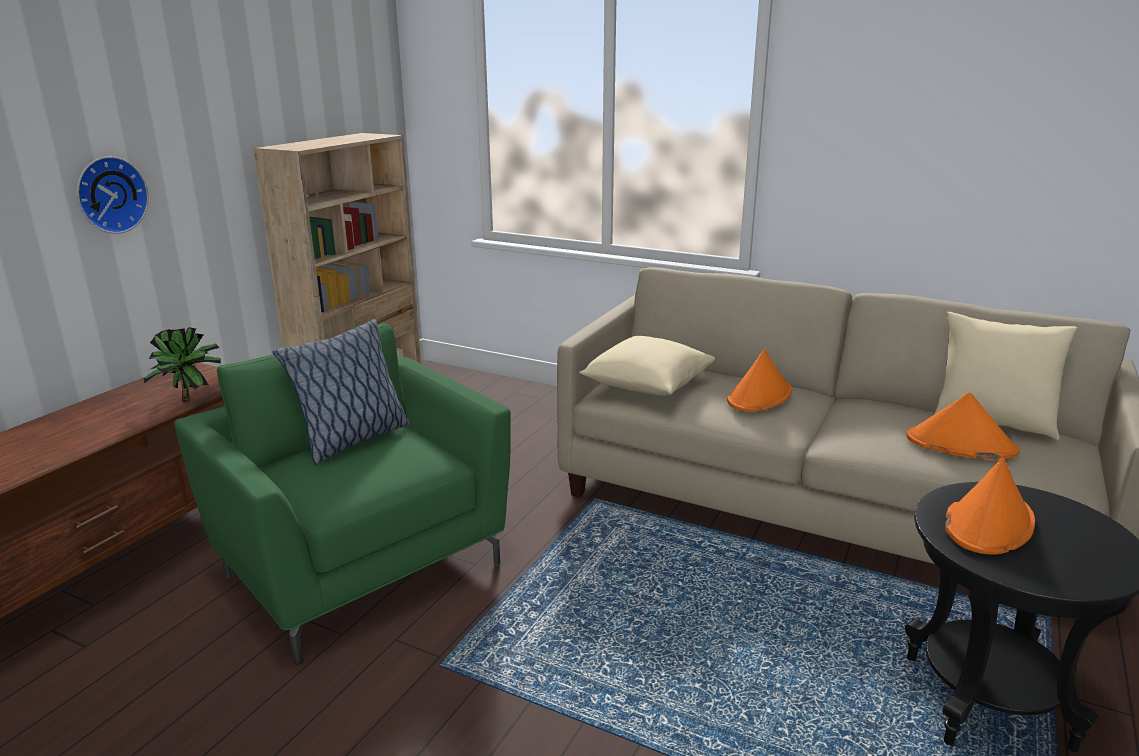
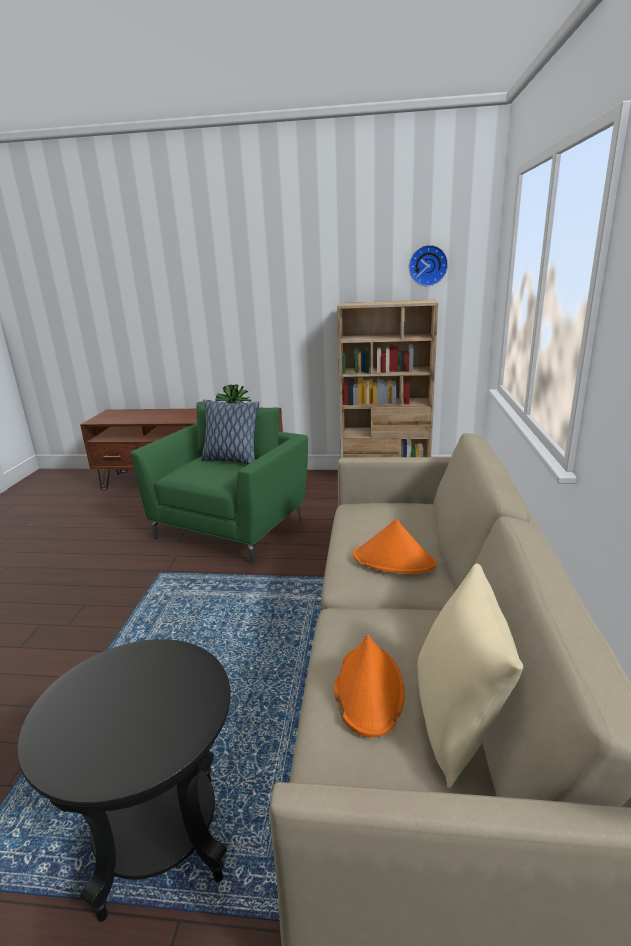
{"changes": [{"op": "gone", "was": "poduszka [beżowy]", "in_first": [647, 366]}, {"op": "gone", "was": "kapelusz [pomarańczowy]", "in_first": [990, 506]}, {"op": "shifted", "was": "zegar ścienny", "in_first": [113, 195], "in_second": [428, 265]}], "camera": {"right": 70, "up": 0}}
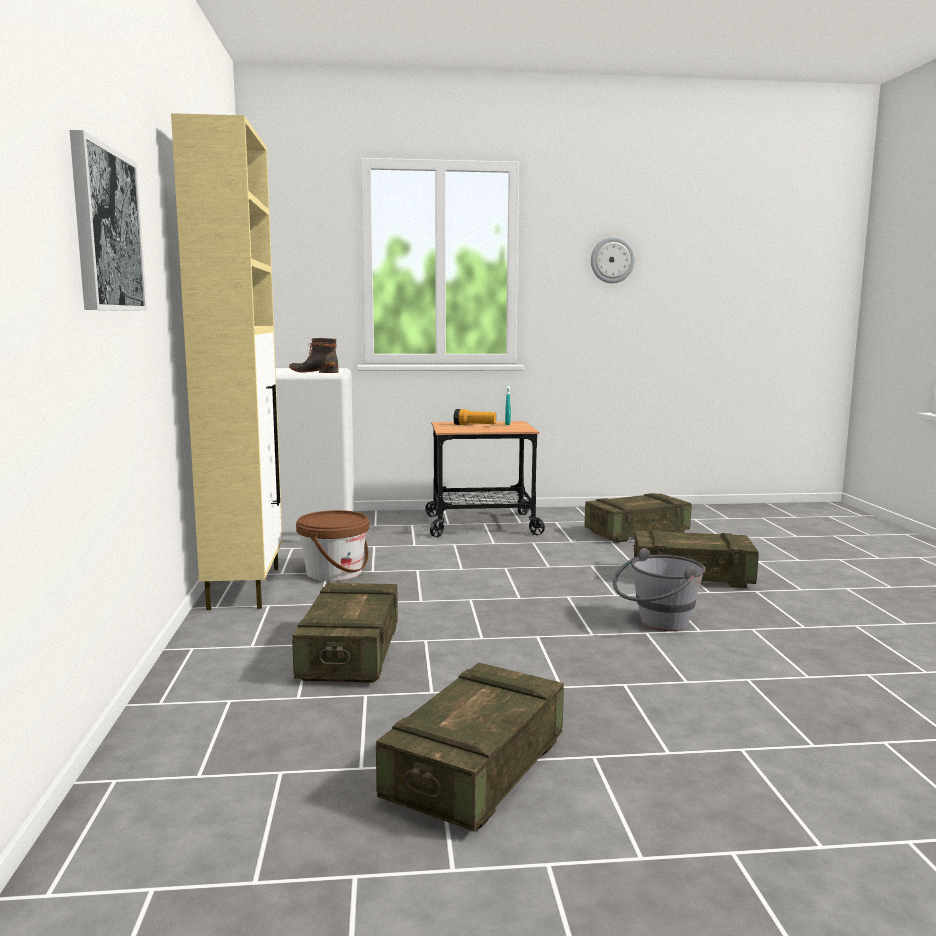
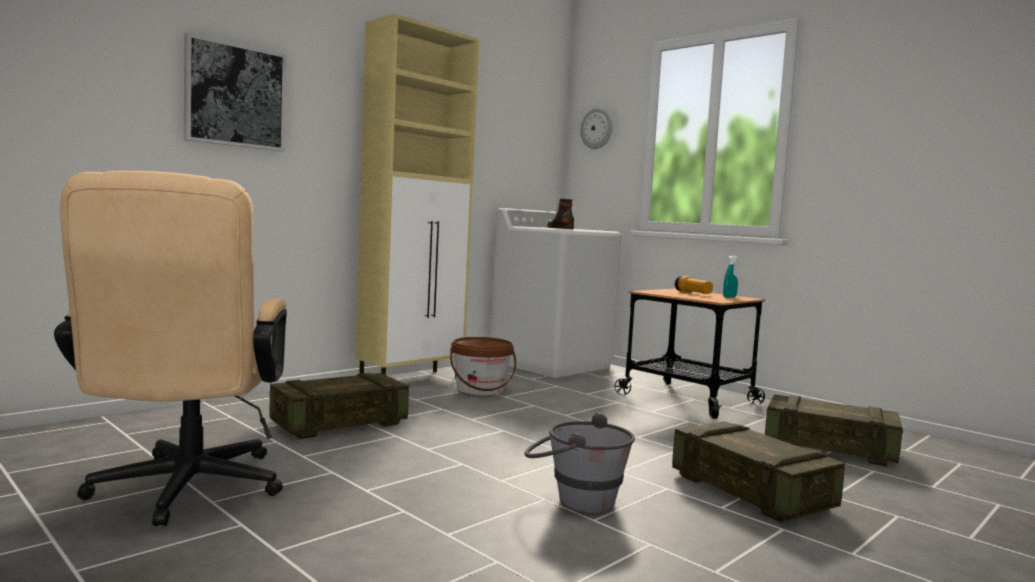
{"changes": [{"op": "shifted", "was": "zegar ścienny", "in_first": [613, 260], "in_second": [596, 128]}, {"op": "swapped", "was": "skrzynka", "now": "krzesło biurowe [beżowy]", "in_first": [470, 746], "in_second": [170, 348]}], "camera": {"right": 50, "up": -5}}
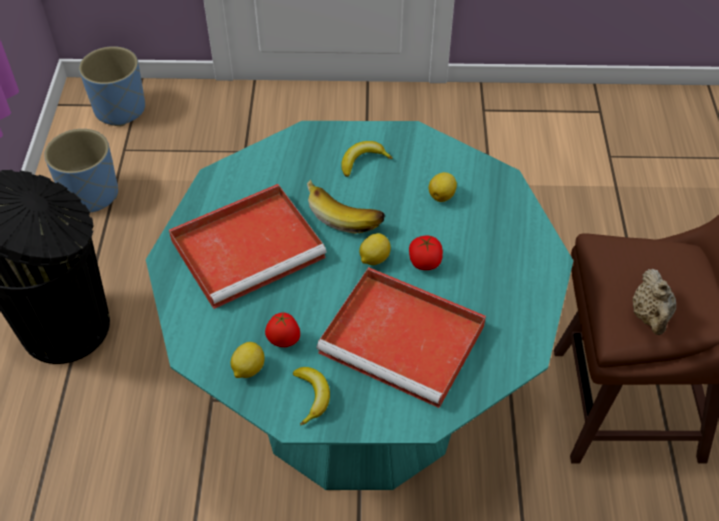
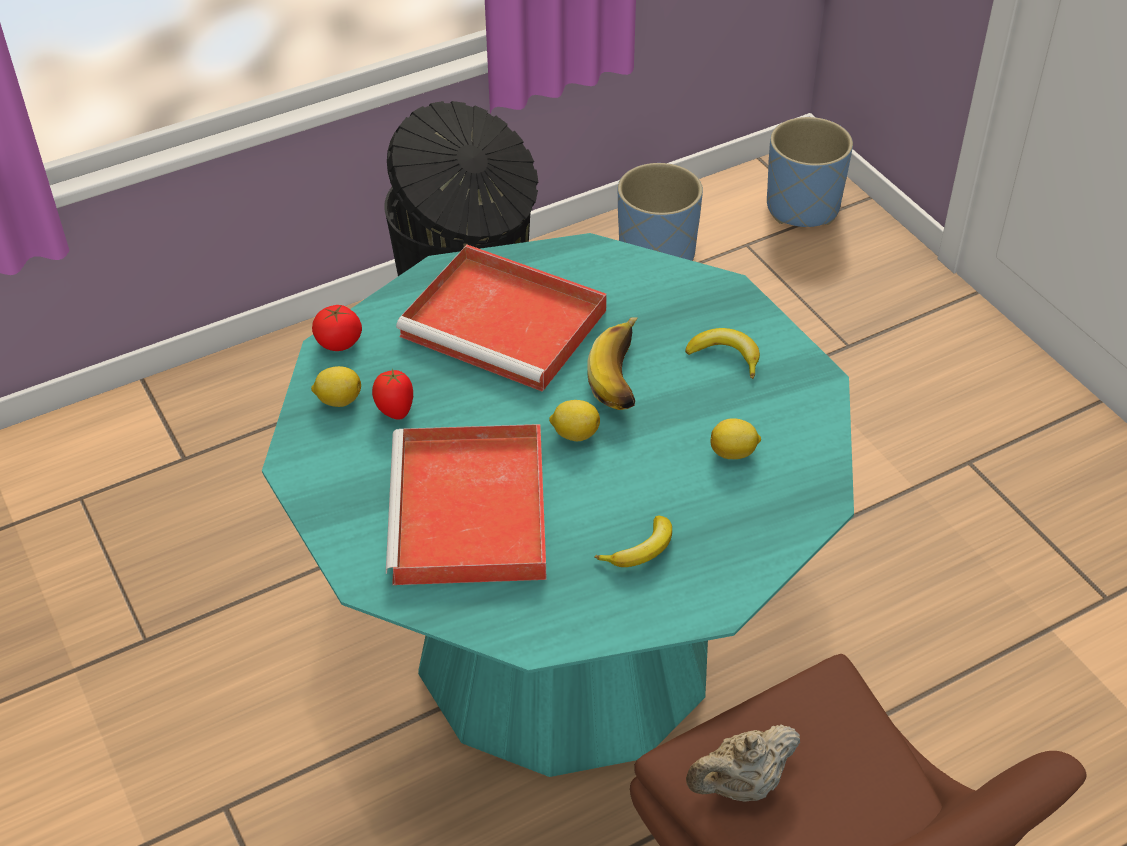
{"changes": [{"op": "shifted", "was": "banan", "in_first": [311, 396], "in_second": [633, 541]}, {"op": "shifted", "was": "pomidor", "in_first": [426, 253], "in_second": [337, 328]}], "camera": {"right": 60, "up": -5}}
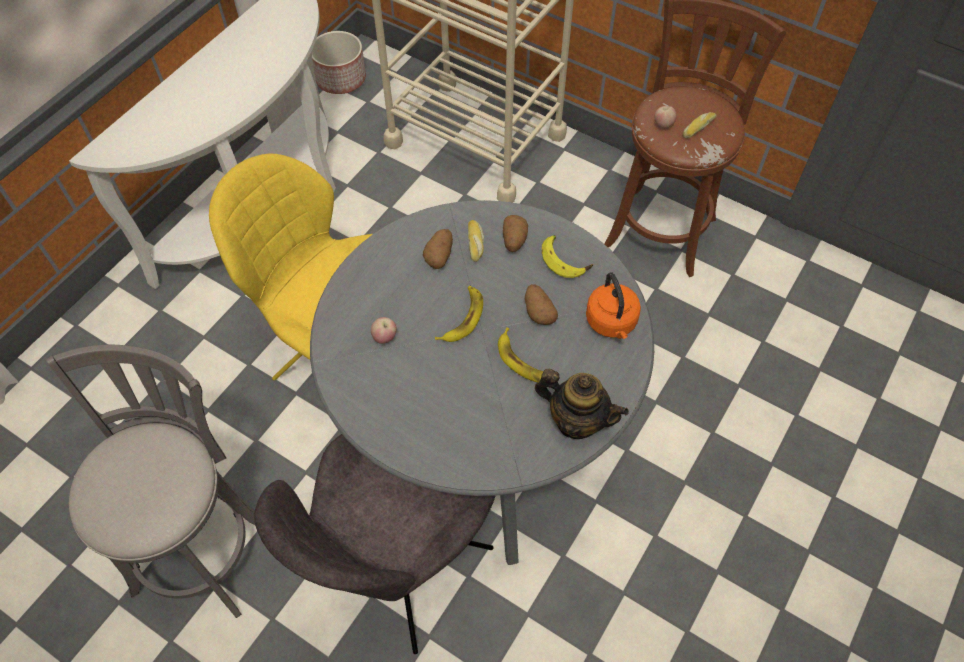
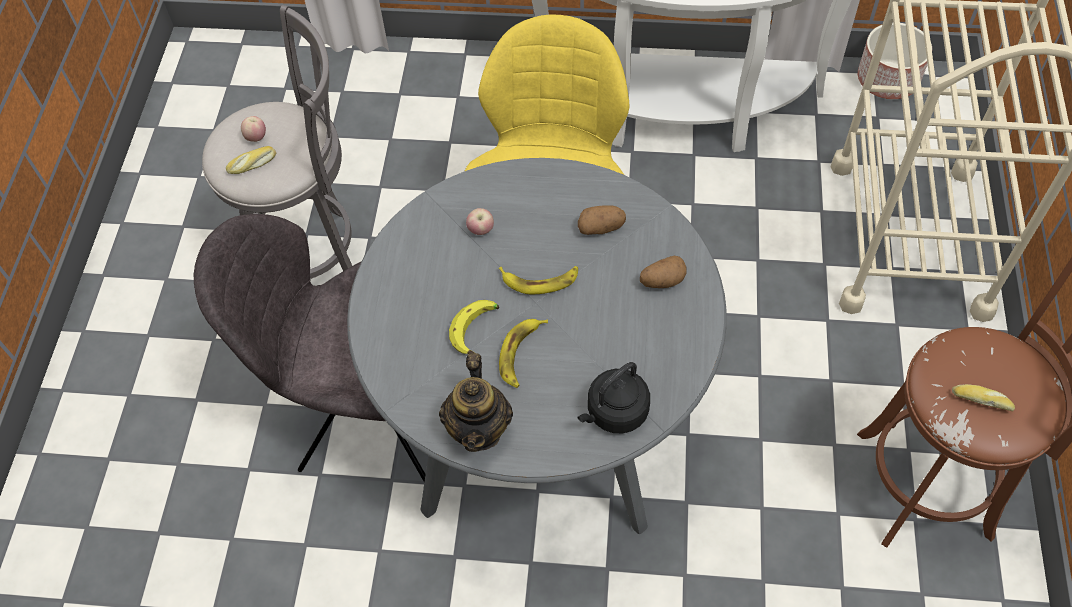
{"changes": [{"op": "gone", "was": "ziemniak", "in_first": [541, 304]}, {"op": "shifted", "was": "chleb", "in_first": [476, 241], "in_second": [251, 160]}, {"op": "shifted", "was": "banan", "in_first": [567, 256], "in_second": [474, 327]}, {"op": "shifted", "was": "jabłko", "in_first": [665, 117], "in_second": [253, 129]}, {"op": "repainted", "was": "czajnik [pomarańczowy]", "now": "czajnik [czarny]", "in_first": [613, 305], "in_second": [613, 397]}], "camera": {"right": 65, "up": 0}}
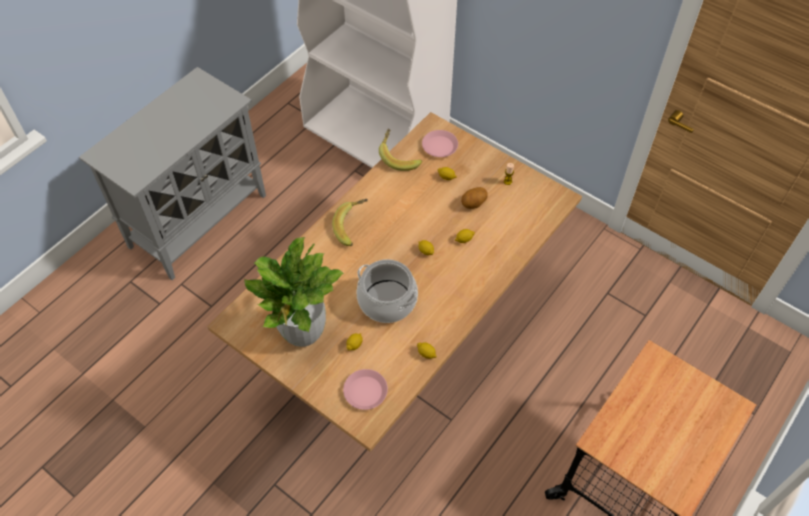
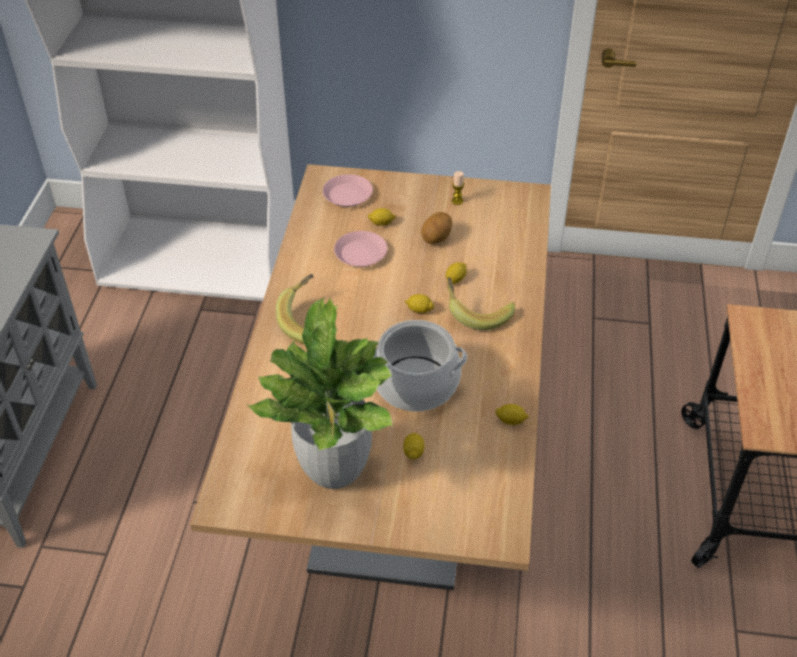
{"changes": [{"op": "shifted", "was": "talerz [różowy]", "in_first": [365, 389], "in_second": [361, 249]}, {"op": "shifted", "was": "banan", "in_first": [400, 150], "in_second": [481, 303]}], "camera": {"right": -30, "up": -10}}
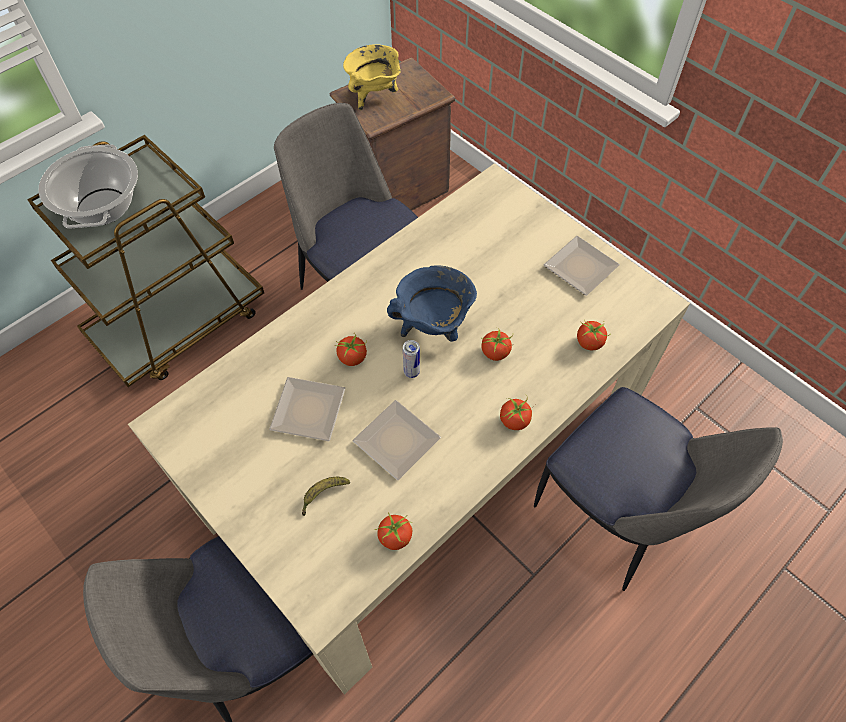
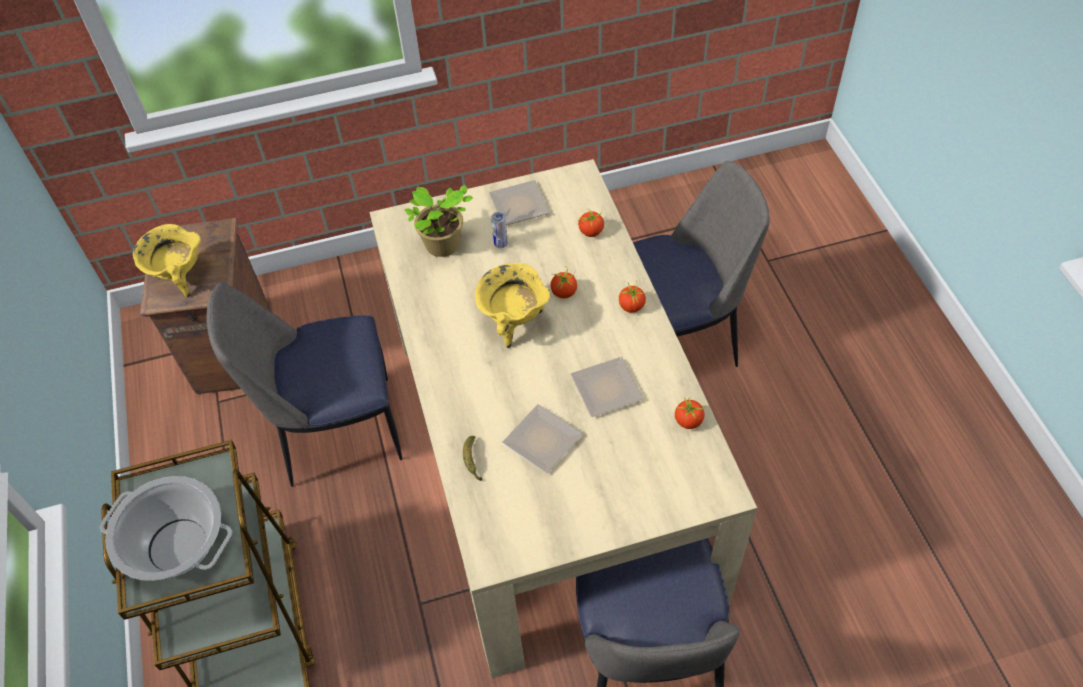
{"changes": [{"op": "gone", "was": "pomidor", "in_first": [351, 349]}, {"op": "new", "now": "roślina doniczkowa", "in_second": [438, 221]}, {"op": "shifted", "was": "banan", "in_first": [326, 496], "in_second": [472, 458]}, {"op": "shifted", "was": "puszka", "in_first": [411, 359], "in_second": [499, 230]}, {"op": "repainted", "was": "garnek [niebieski]", "now": "garnek [żółty]", "in_first": [432, 303], "in_second": [512, 305]}], "camera": {"right": -60, "up": -5}}
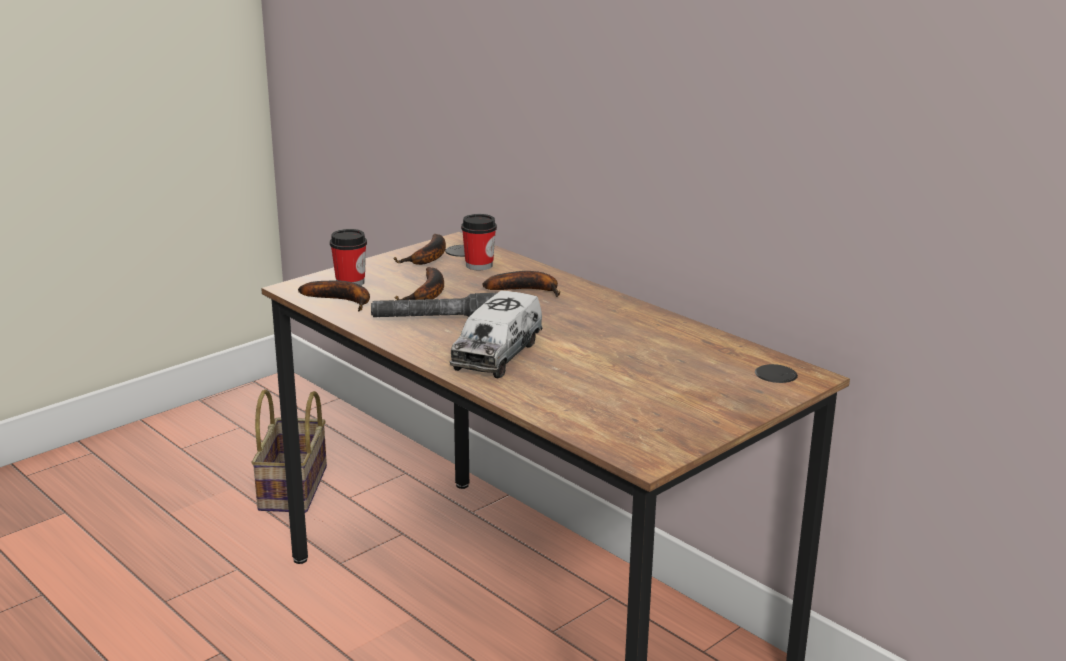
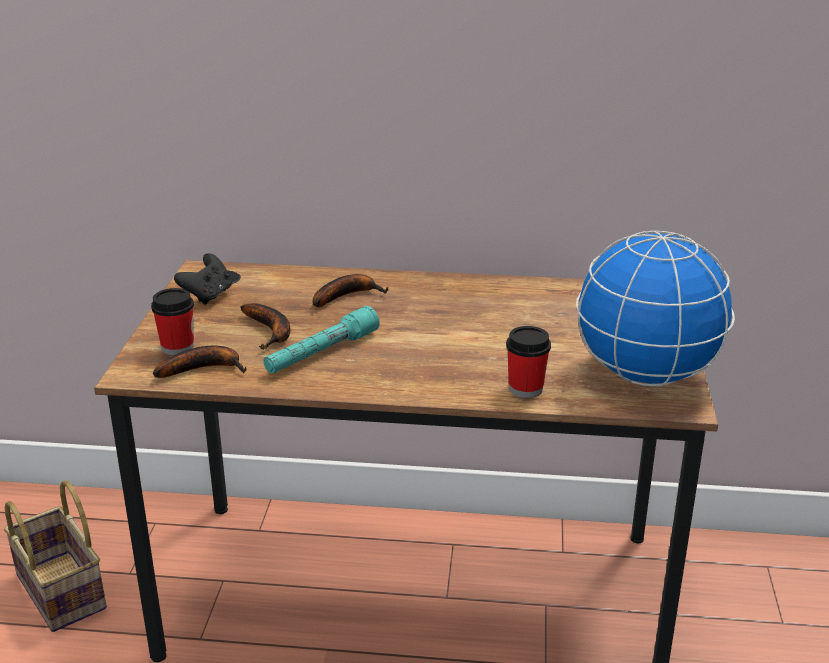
{"changes": [{"op": "gone", "was": "ciężarówka zabawkowa", "in_first": [496, 334]}, {"op": "new", "now": "globus", "in_second": [655, 309]}, {"op": "shifted", "was": "filiżanka", "in_first": [479, 242], "in_second": [528, 362]}, {"op": "swapped", "was": "banan", "now": "pad do gier [czarny]", "in_first": [419, 249], "in_second": [203, 279]}, {"op": "repainted", "was": "latarka [szary]", "now": "latarka [turkusowy]", "in_first": [434, 305], "in_second": [322, 340]}], "camera": {"right": -40, "up": 5}}
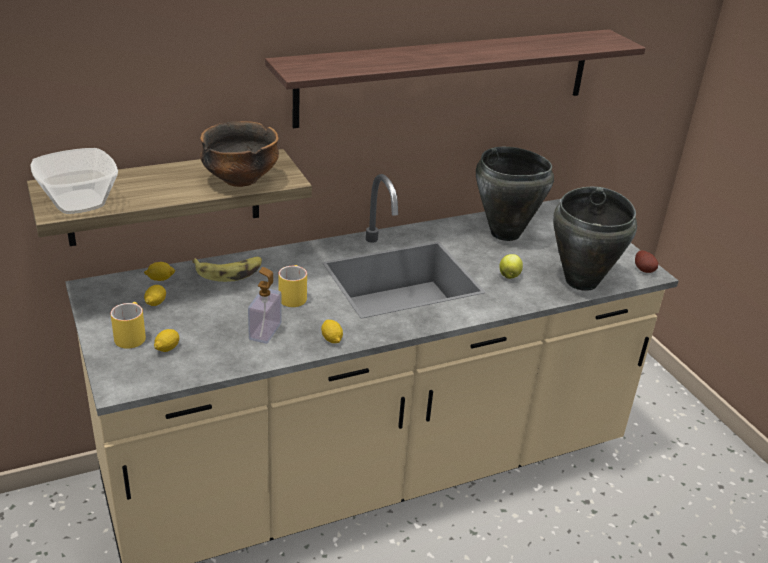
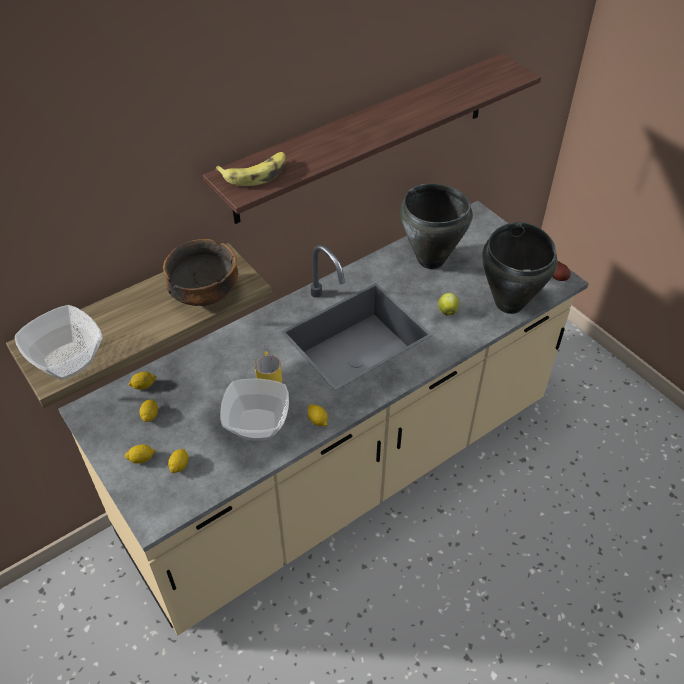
{"changes": [{"op": "shifted", "was": "banan", "in_first": [227, 269], "in_second": [251, 169]}, {"op": "swapped", "was": "kubek [żółty]", "now": "cytryna", "in_first": [128, 325], "in_second": [140, 454]}, {"op": "swapped", "was": "dozownik mydła", "now": "miska", "in_first": [265, 305], "in_second": [254, 410]}], "camera": {"right": -10, "up": 15}}
